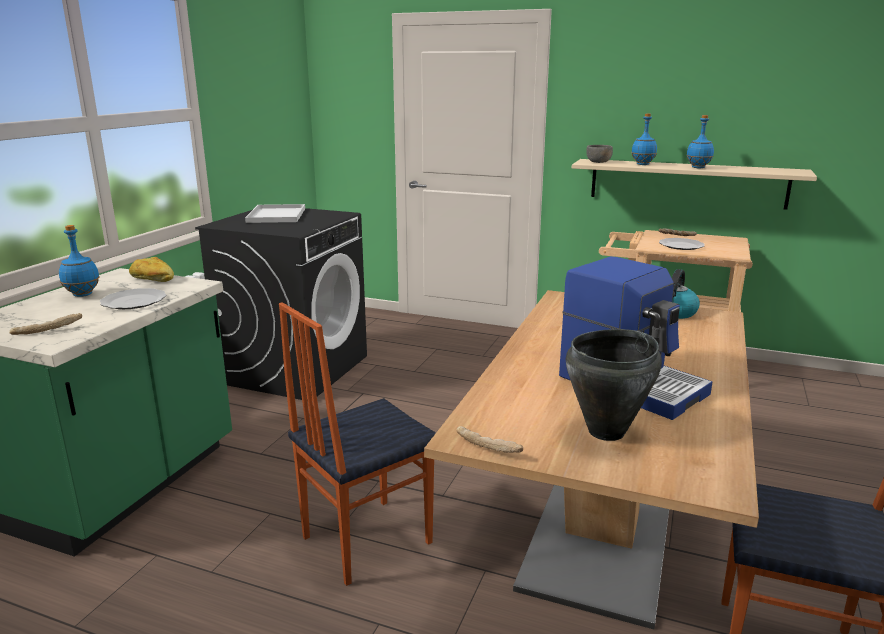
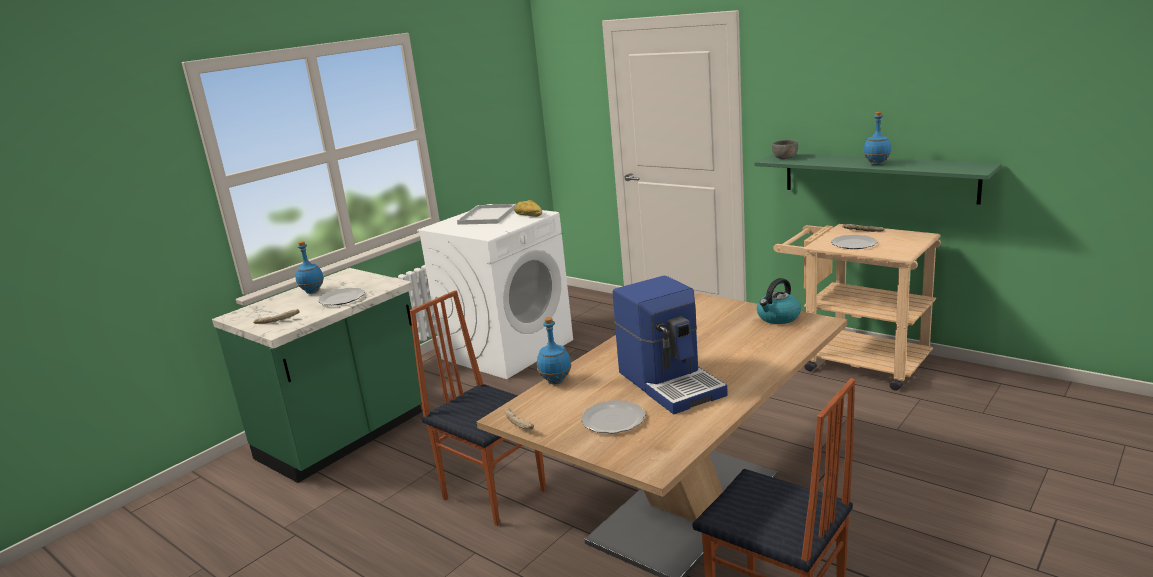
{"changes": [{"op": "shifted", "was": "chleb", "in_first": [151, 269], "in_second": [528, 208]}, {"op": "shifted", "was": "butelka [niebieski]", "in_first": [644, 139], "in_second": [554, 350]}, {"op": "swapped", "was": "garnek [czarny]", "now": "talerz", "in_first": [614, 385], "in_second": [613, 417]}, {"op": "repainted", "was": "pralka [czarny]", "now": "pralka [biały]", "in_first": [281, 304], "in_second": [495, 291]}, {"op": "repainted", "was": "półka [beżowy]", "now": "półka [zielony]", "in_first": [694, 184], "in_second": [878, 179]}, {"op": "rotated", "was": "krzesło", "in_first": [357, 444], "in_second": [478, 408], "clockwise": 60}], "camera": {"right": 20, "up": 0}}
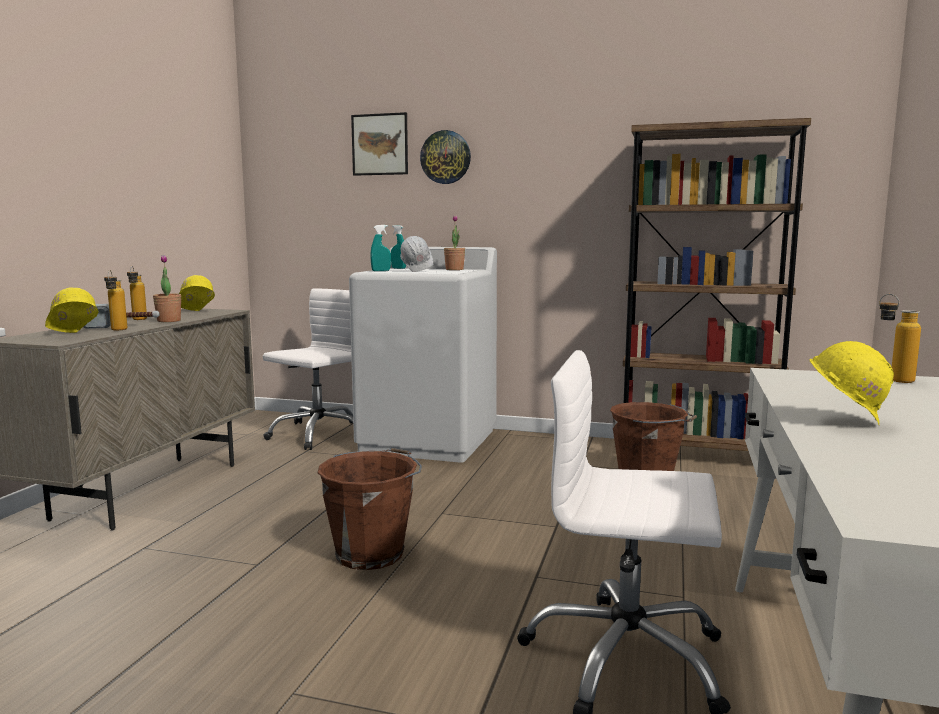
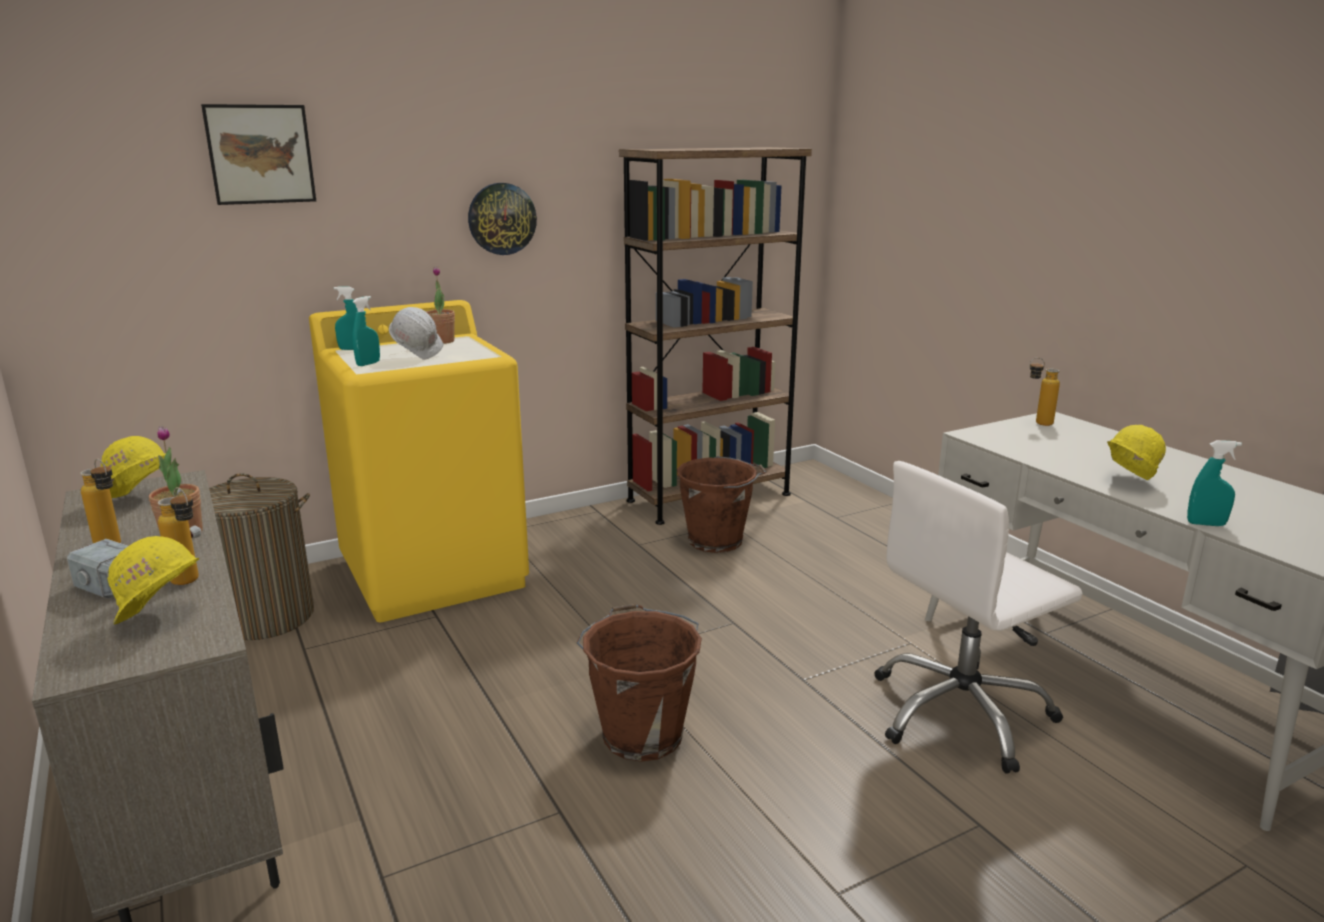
{"changes": [{"op": "new", "now": "spryskiwacz [turkusowy]", "in_second": [1214, 483]}, {"op": "shifted", "was": "zegar ścienny", "in_first": [445, 157], "in_second": [502, 219]}, {"op": "swapped", "was": "krzesło biurowe [biały]", "now": "kosz na pranie", "in_first": [308, 369], "in_second": [261, 556]}, {"op": "repainted", "was": "pralka [biały]", "now": "pralka [żółty]", "in_first": [423, 355], "in_second": [419, 461]}], "camera": {"right": -45, "up": 10}}
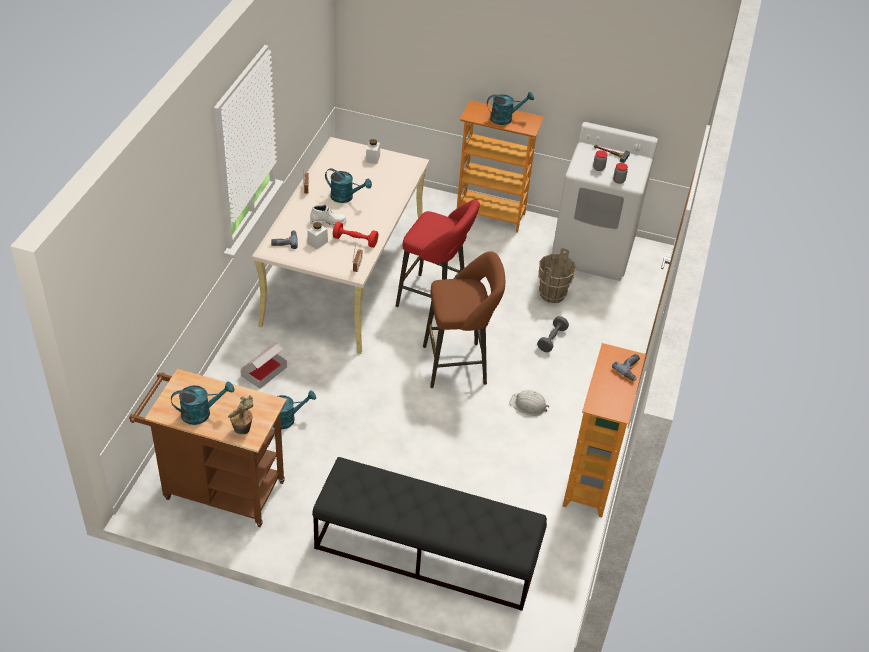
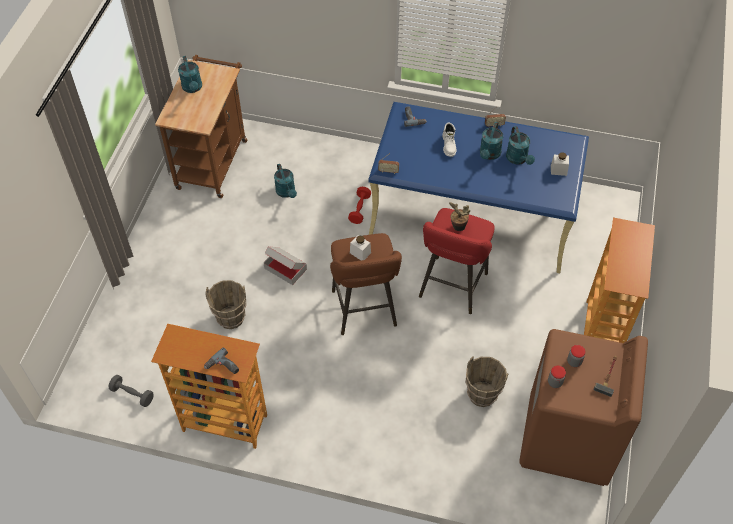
{"changes": [{"op": "gone", "was": "ławka [czarny]", "in_first": [429, 534]}, {"op": "gone", "was": "kask [biały]", "in_first": [529, 403]}, {"op": "new", "now": "wiadro [brązowy]", "in_second": [226, 304]}, {"op": "shifted", "was": "roślina doniczkowa", "in_first": [240, 414], "in_second": [459, 216]}, {"op": "shifted", "was": "karton", "in_first": [264, 365], "in_second": [285, 265]}, {"op": "shifted", "was": "słoik [biały]", "in_first": [317, 236], "in_second": [360, 247]}, {"op": "shifted", "was": "hantel [czerwony]", "in_first": [355, 235], "in_second": [359, 205]}, {"op": "shifted", "was": "konewka [turkusowy]", "in_first": [510, 108], "in_second": [520, 145]}, {"op": "shifted", "was": "hantel [szary]", "in_first": [553, 334], "in_second": [131, 391]}, {"op": "repainted", "was": "biurko [beżowy]", "now": "biurko [niebieski]", "in_first": [340, 245], "in_second": [478, 187]}, {"op": "repainted", "was": "pralka [biały]", "now": "pralka [brązowy]", "in_first": [605, 201], "in_second": [583, 407]}], "camera": {"right": 90, "up": 10}}
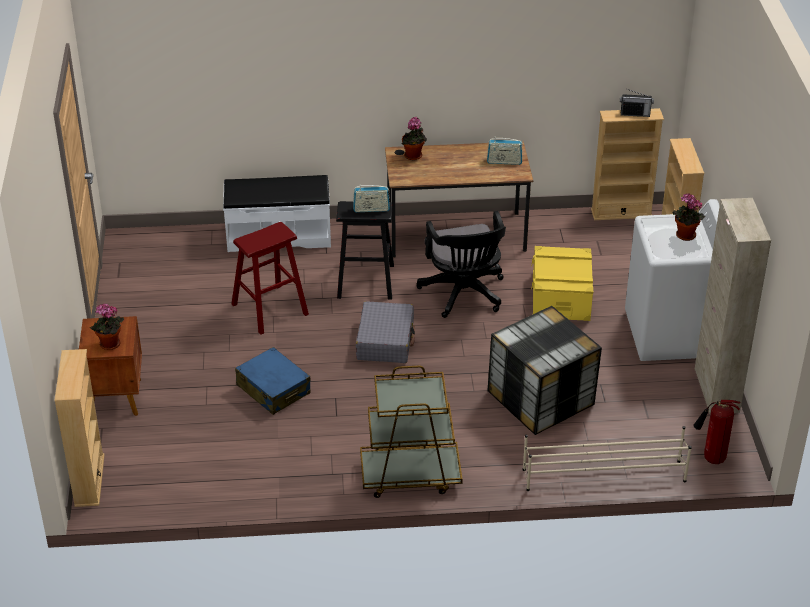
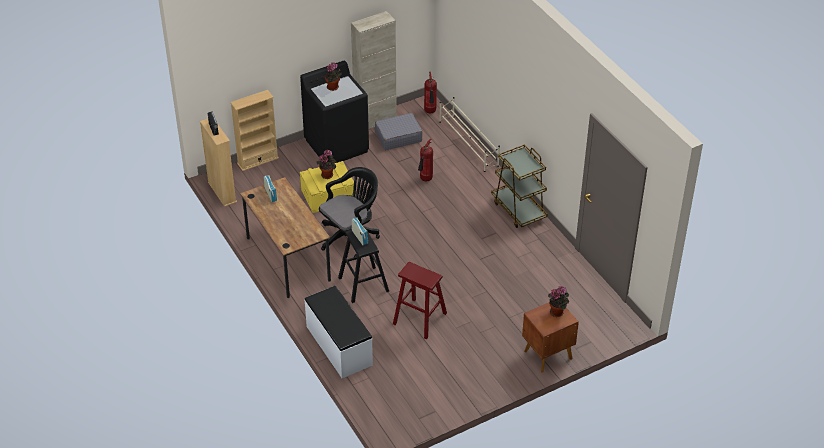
{"changes": [{"op": "gone", "was": "regał [beżowy]", "in_first": [79, 428]}, {"op": "gone", "was": "walizka [niebieski]", "in_first": [272, 381]}, {"op": "shifted", "was": "walizka [szary]", "in_first": [385, 332], "in_second": [398, 131]}, {"op": "shifted", "was": "roślina doniczkowa", "in_first": [414, 138], "in_second": [326, 164]}, {"op": "swapped", "was": "pojemnik do przechowywania", "now": "gaśnica", "in_first": [544, 370], "in_second": [425, 160]}, {"op": "repainted", "was": "pralka [biały]", "now": "pralka [czarny]", "in_first": [672, 280], "in_second": [334, 112]}], "camera": {"right": -115, "up": 5}}
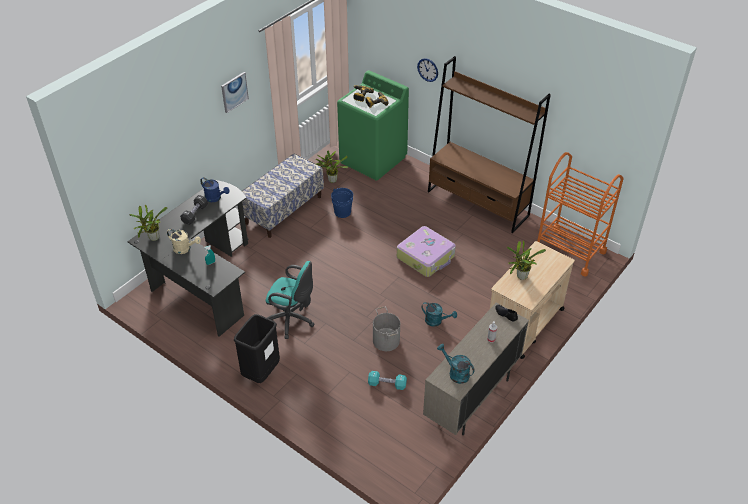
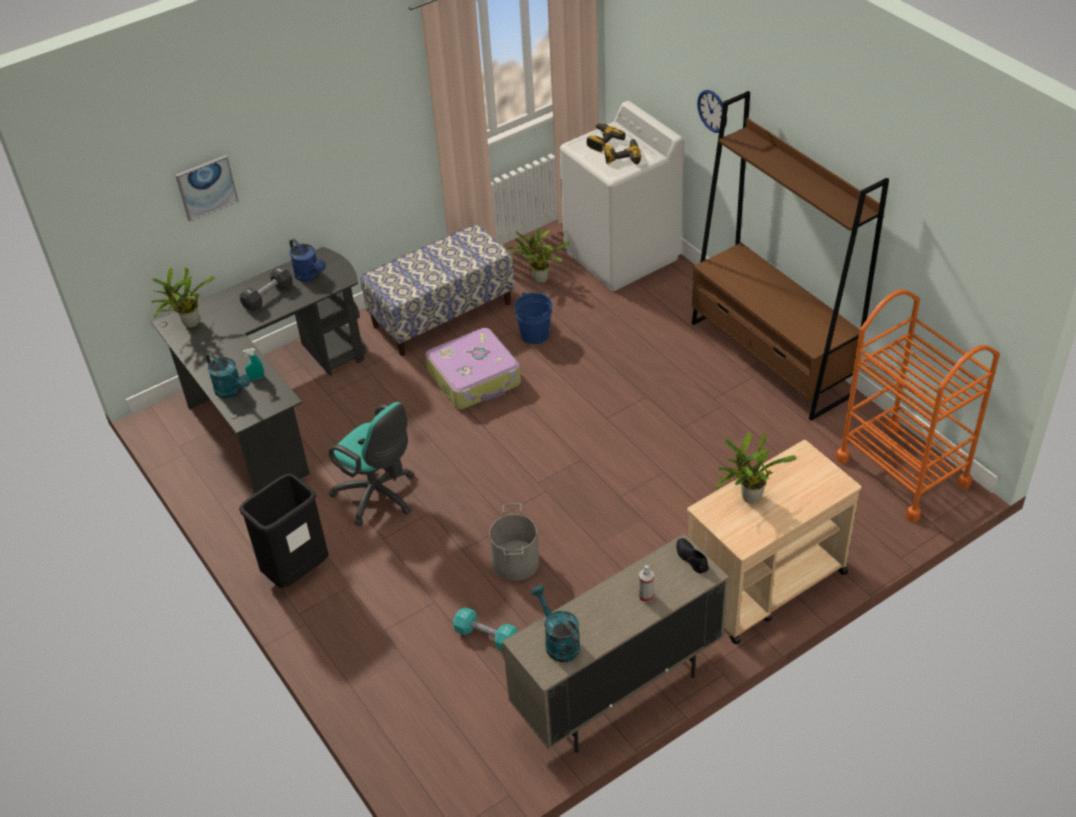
{"changes": [{"op": "gone", "was": "konewka [beżowy]", "in_first": [184, 241]}, {"op": "shifted", "was": "obraz", "in_first": [235, 92], "in_second": [207, 188]}, {"op": "shifted", "was": "walizka", "in_first": [426, 251], "in_second": [473, 368]}, {"op": "shifted", "was": "konewka [turkusowy]", "in_first": [439, 314], "in_second": [228, 375]}, {"op": "repainted", "was": "pralka [zielony]", "now": "pralka [biały]", "in_first": [373, 125], "in_second": [621, 196]}], "camera": {"right": 20, "up": 0}}
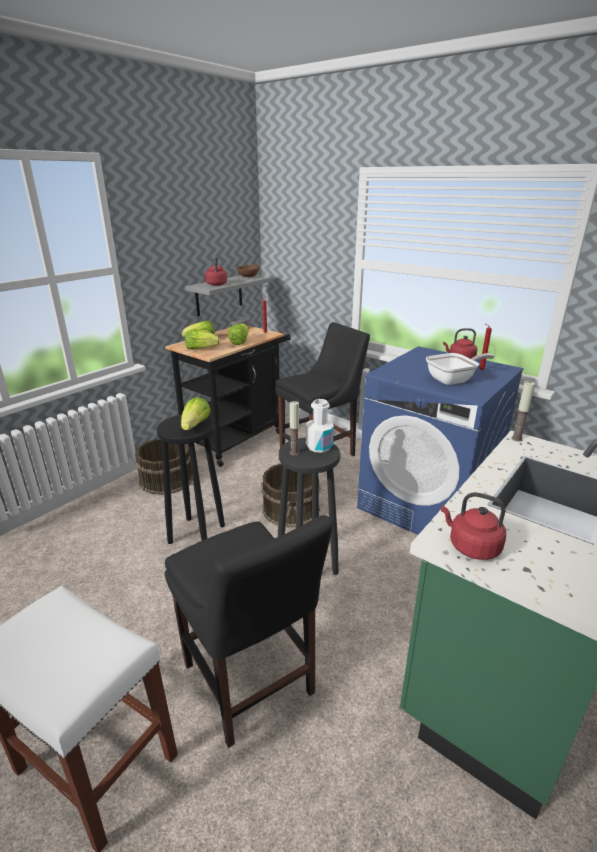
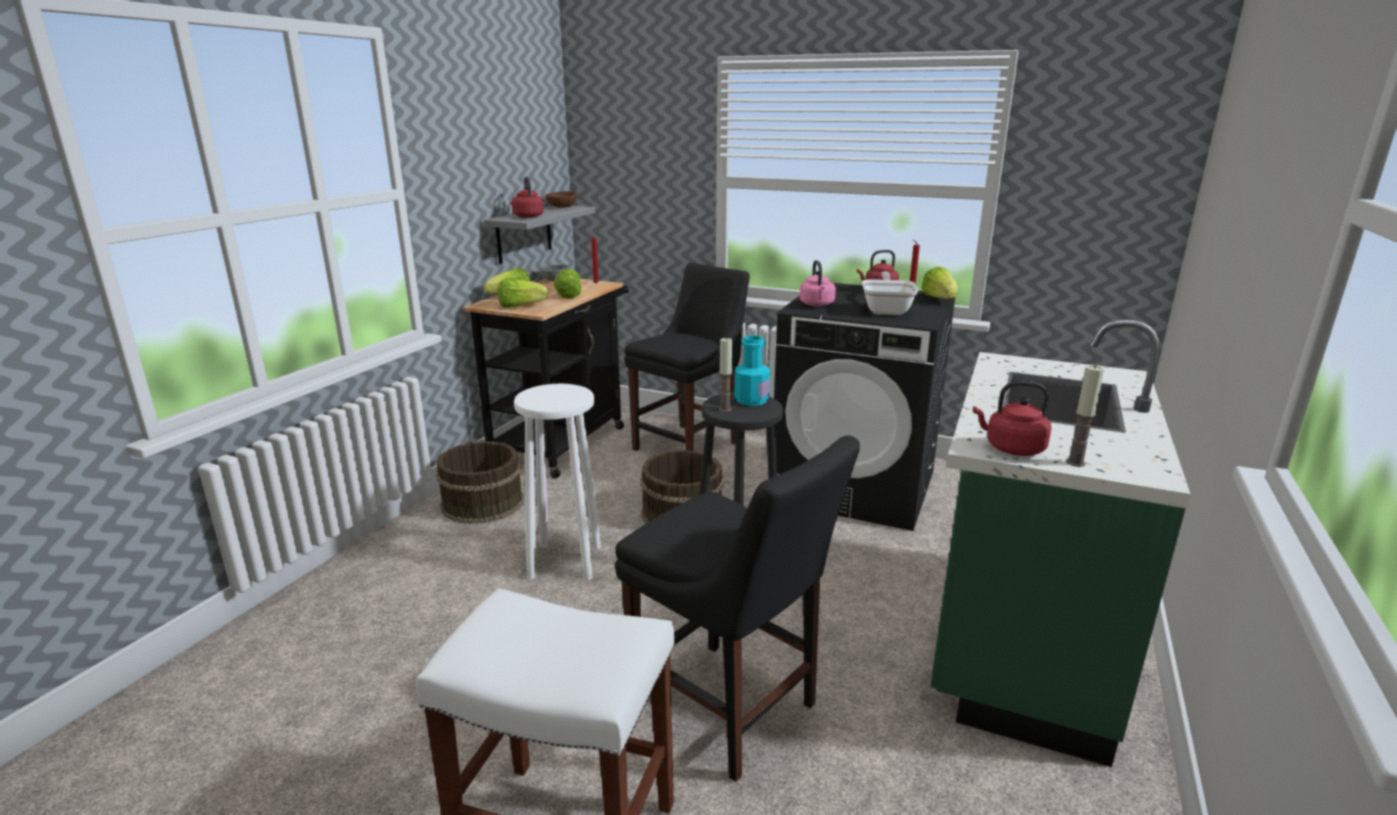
{"changes": [{"op": "new", "now": "czajnik [różowy]", "in_second": [818, 283]}, {"op": "shifted", "was": "sałata", "in_first": [196, 413], "in_second": [939, 283]}, {"op": "shifted", "was": "świeca", "in_first": [523, 411], "in_second": [1085, 416]}, {"op": "repainted", "was": "stołek [czarny]", "now": "stołek [biały]", "in_first": [190, 479], "in_second": [557, 482]}, {"op": "repainted", "was": "butelka [biały]", "now": "butelka [turkusowy]", "in_first": [320, 426], "in_second": [752, 370]}, {"op": "repainted", "was": "pralka [niebieski]", "now": "pralka [czarny]", "in_first": [440, 440], "in_second": [865, 407]}, {"op": "rotated", "was": "patelnia", "in_first": [460, 369], "in_second": [890, 293], "clockwise": -45}], "camera": {"right": -15, "up": -5}}
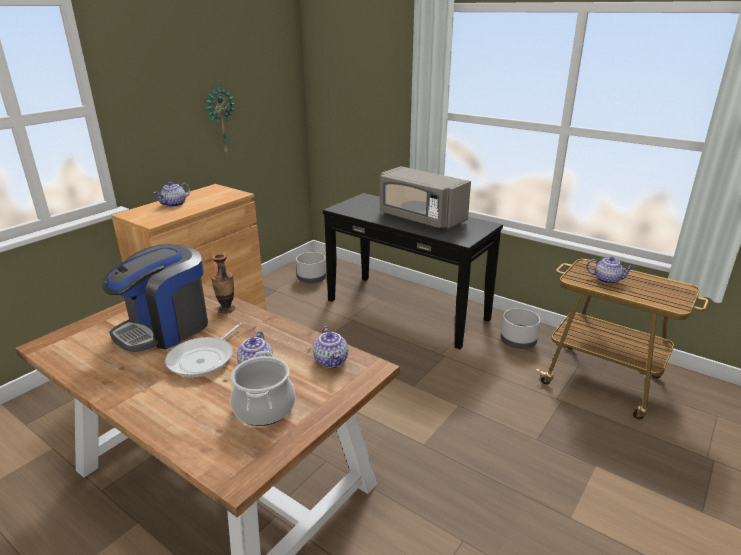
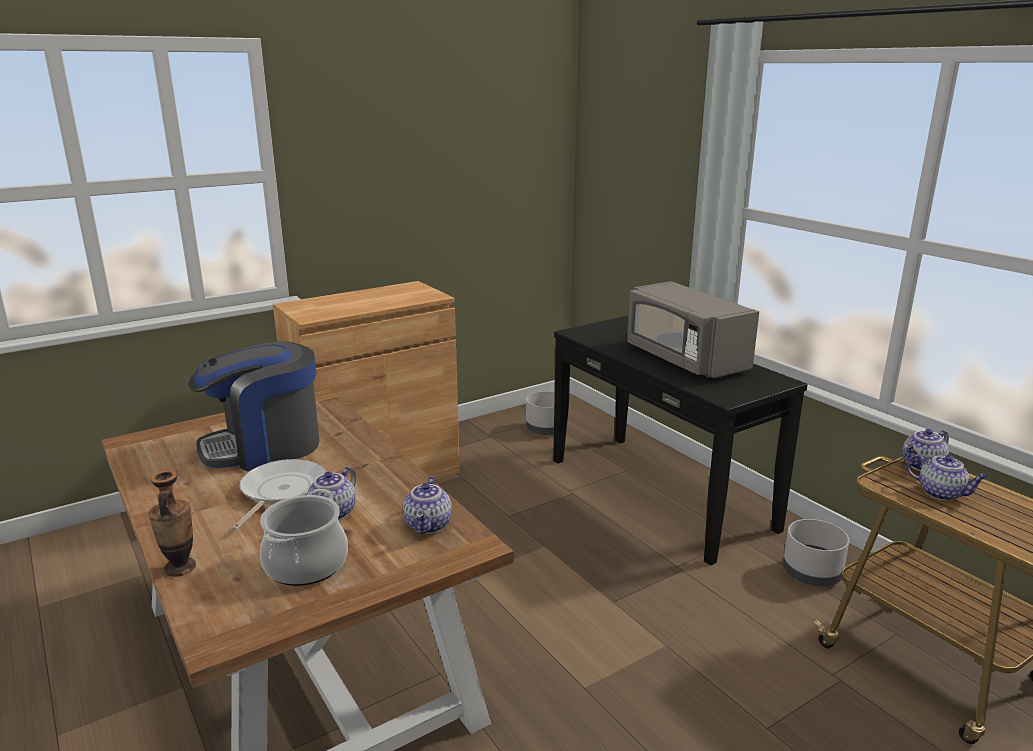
{"changes": [{"op": "gone", "was": "zegar ścienny", "in_first": [220, 120]}, {"op": "shifted", "was": "imbryk", "in_first": [171, 194], "in_second": [926, 450]}, {"op": "shifted", "was": "wazon", "in_first": [223, 284], "in_second": [172, 523]}, {"op": "rotated", "was": "patelnia", "in_first": [203, 350], "in_second": [279, 495], "clockwise": 150}], "camera": {"right": 20, "up": -5}}
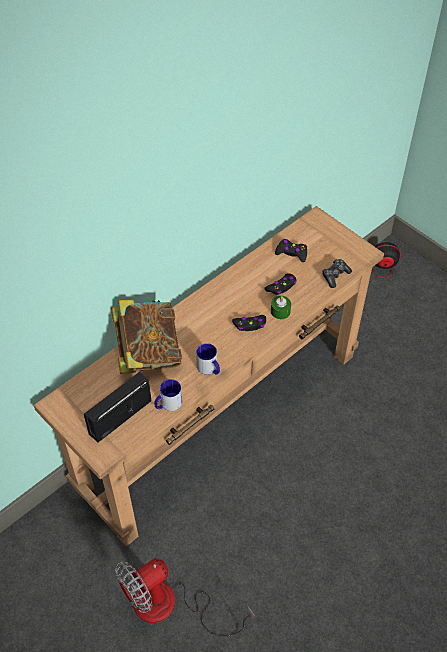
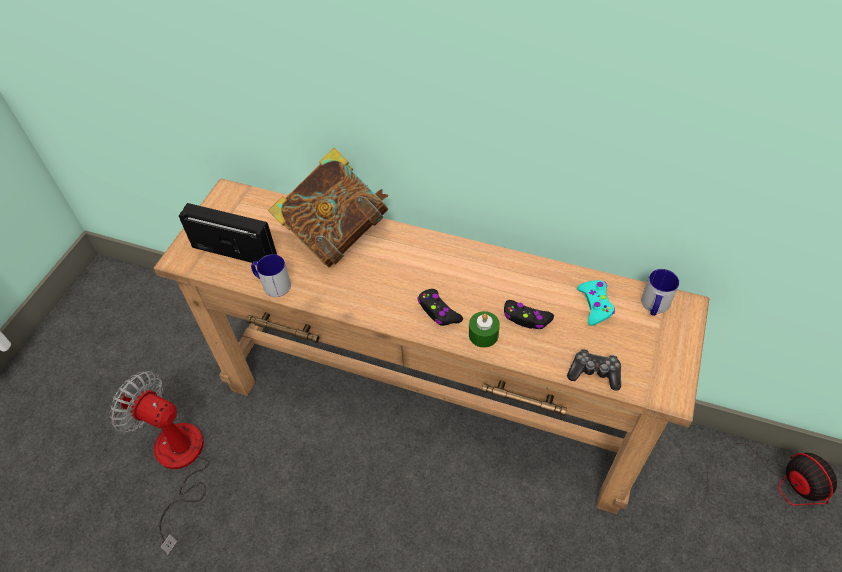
{"changes": [{"op": "shifted", "was": "kubek", "in_first": [208, 359], "in_second": [660, 292]}, {"op": "repainted", "was": "pad do gier [czarny]", "now": "pad do gier [turkusowy]", "in_first": [291, 250], "in_second": [596, 303]}], "camera": {"right": 65, "up": 0}}
